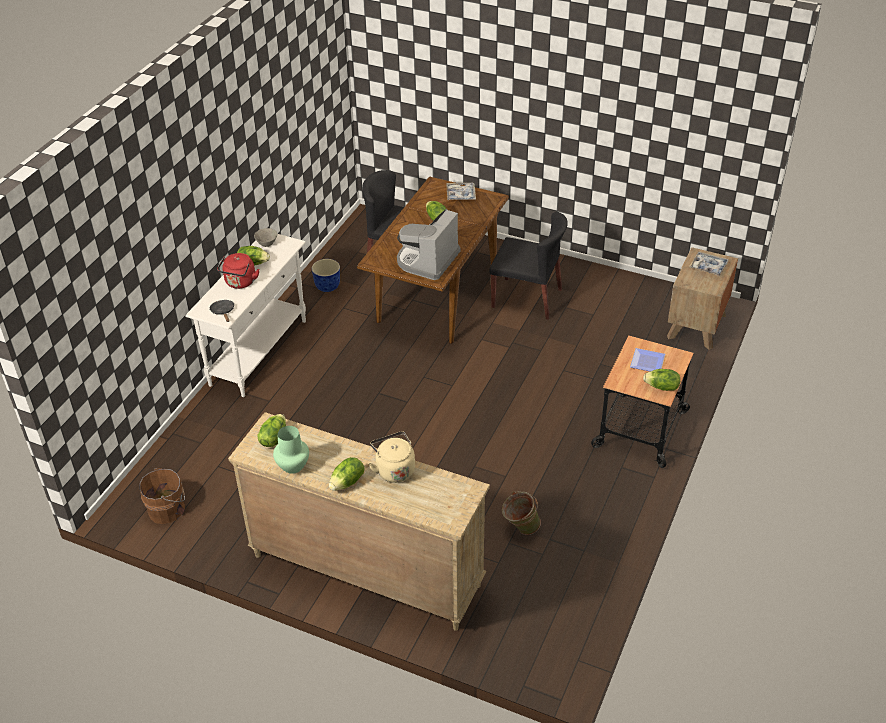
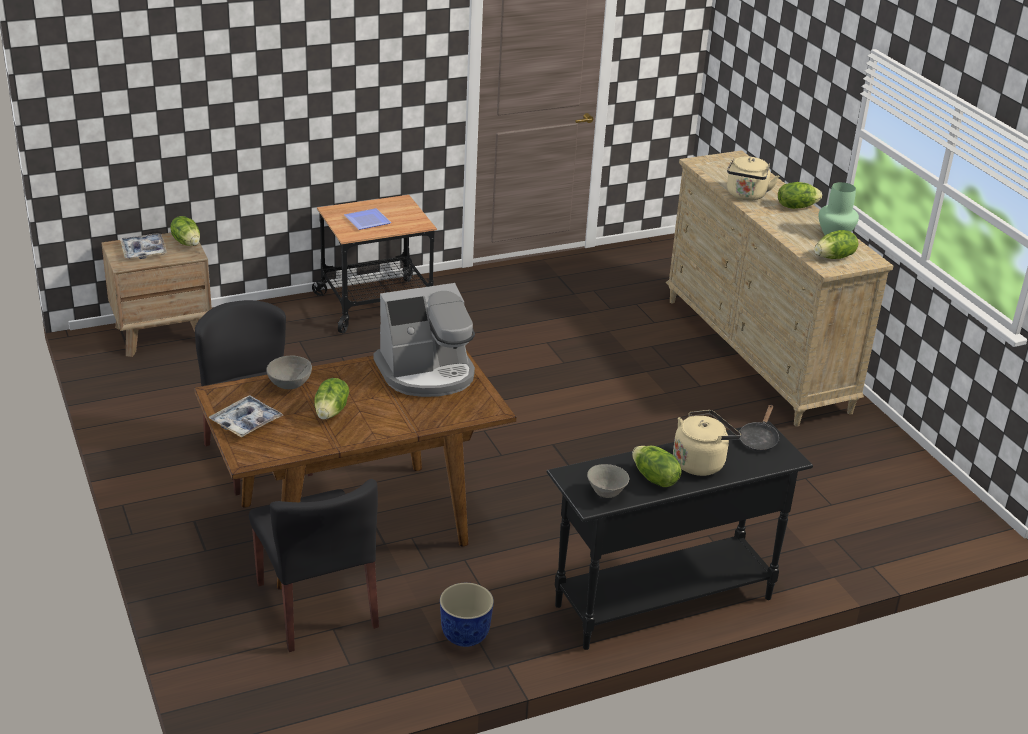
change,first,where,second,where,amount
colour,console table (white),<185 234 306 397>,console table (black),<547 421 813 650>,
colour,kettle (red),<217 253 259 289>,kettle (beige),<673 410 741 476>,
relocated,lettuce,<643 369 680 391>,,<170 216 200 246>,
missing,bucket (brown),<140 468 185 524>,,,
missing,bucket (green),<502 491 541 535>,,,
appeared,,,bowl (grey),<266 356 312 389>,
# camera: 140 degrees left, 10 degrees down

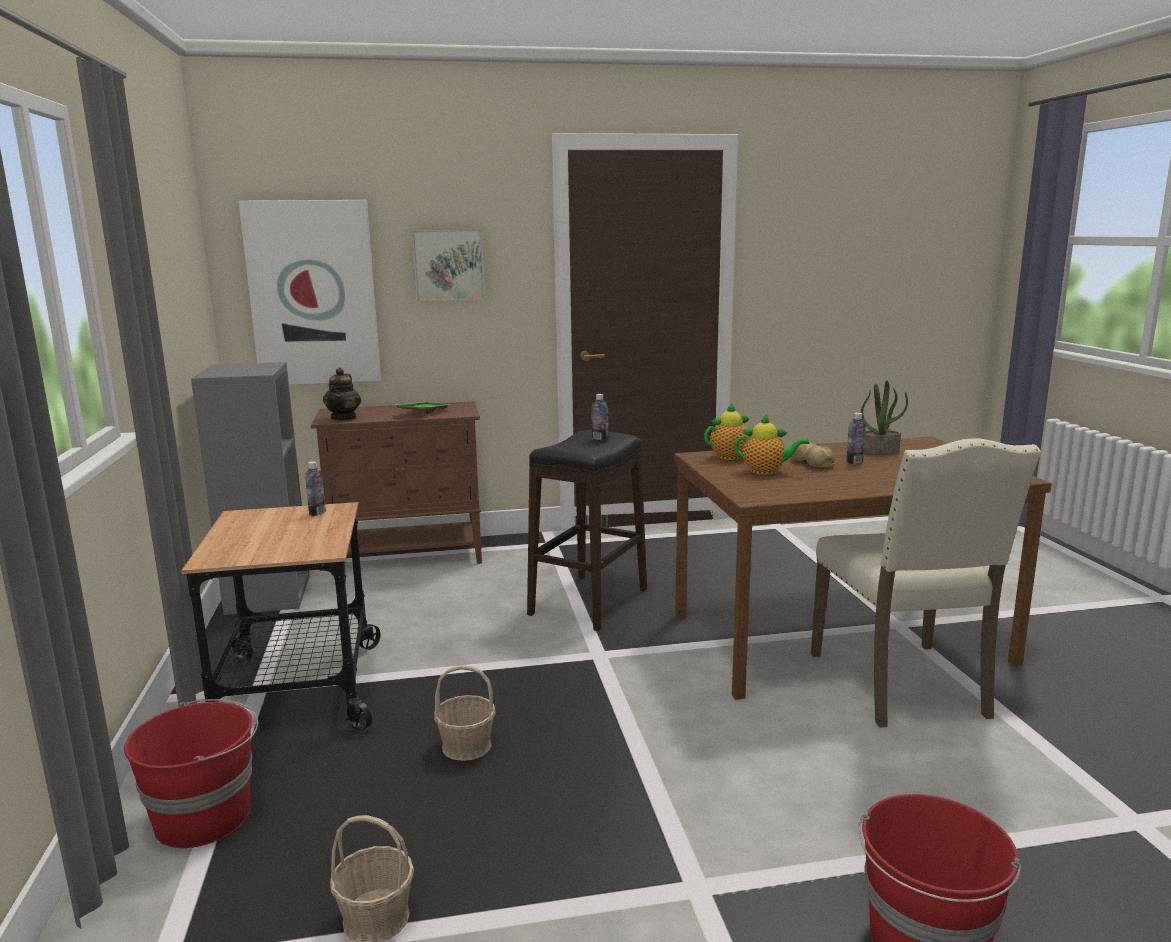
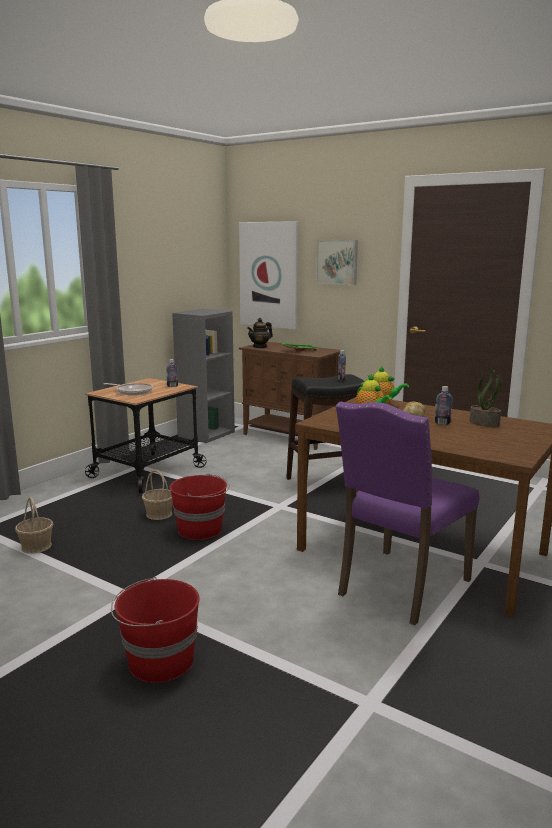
change,first,where,second,where,amount
colour,chair (beige),<811 438 1041 728>,chair (purple),<336 401 479 625>,
relocated,bucket (red),<124 699 258 848>,,<170 473 230 540>,
appeared,,,frying pan,<103 383 153 395>,
# camera: 45 degrees right, 0 degrees up

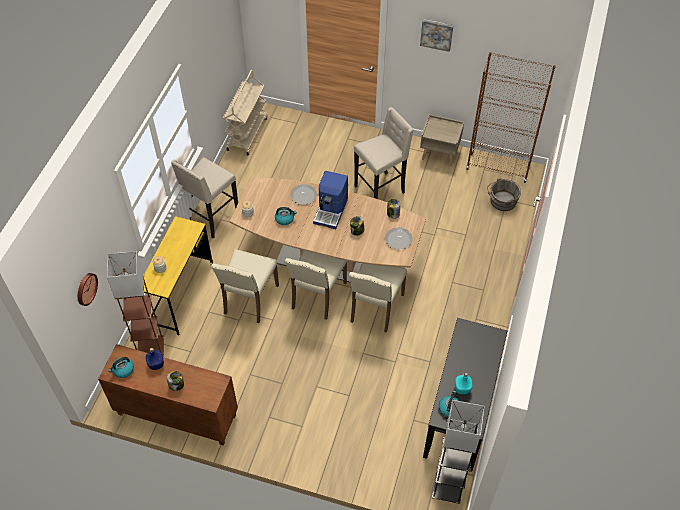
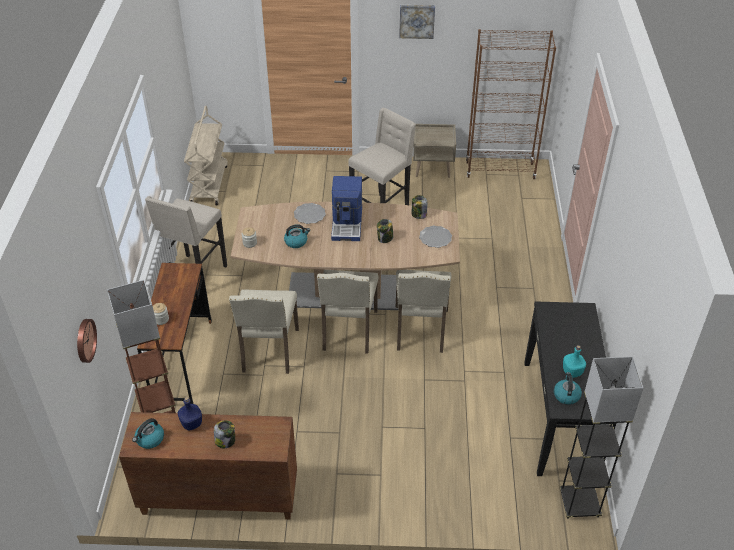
change,first,where,second,where,amount
missing,bucket (grey),<487 178 521 211>,,,
colour,desk (yellow),<144 216 213 335>,desk (brown),<137 263 212 404>,
# camera: 15 degrees left, 10 degrees down

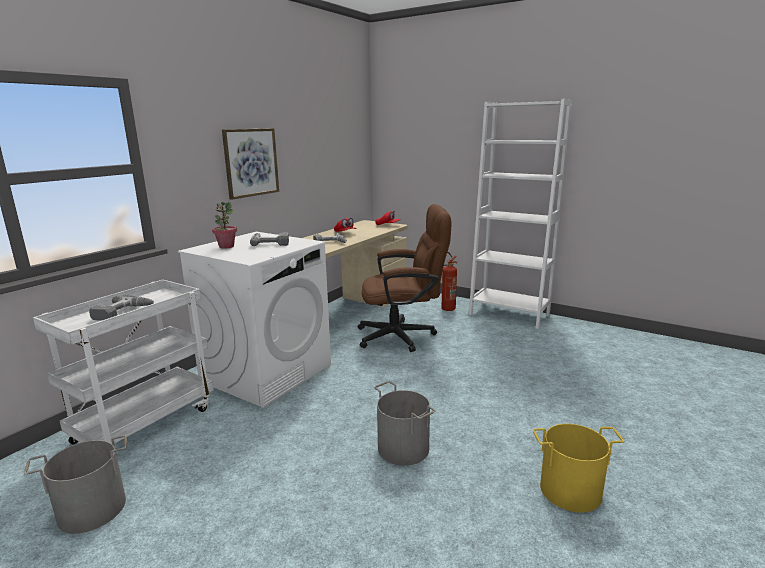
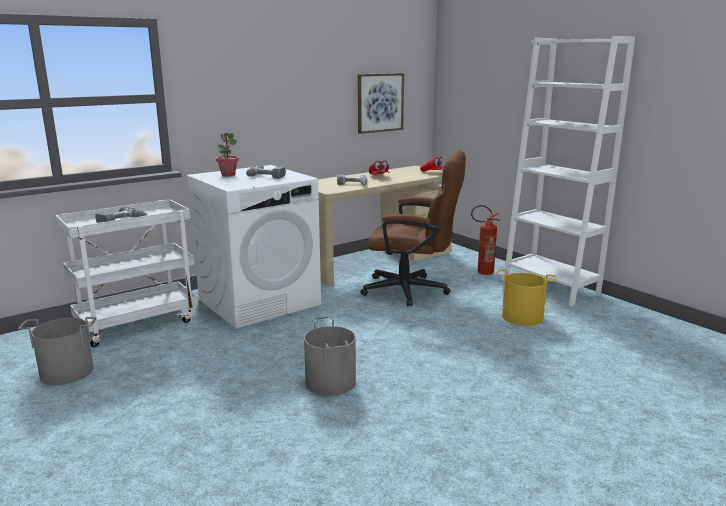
change,first,where,second,where,amount
relocated,picture,<222 128 279 200>,,<358 73 404 134>,
relocated,bucket (yellow),<533 424 624 513>,,<496 269 556 326>,
# camera: 20 degrees right, 0 degrees up

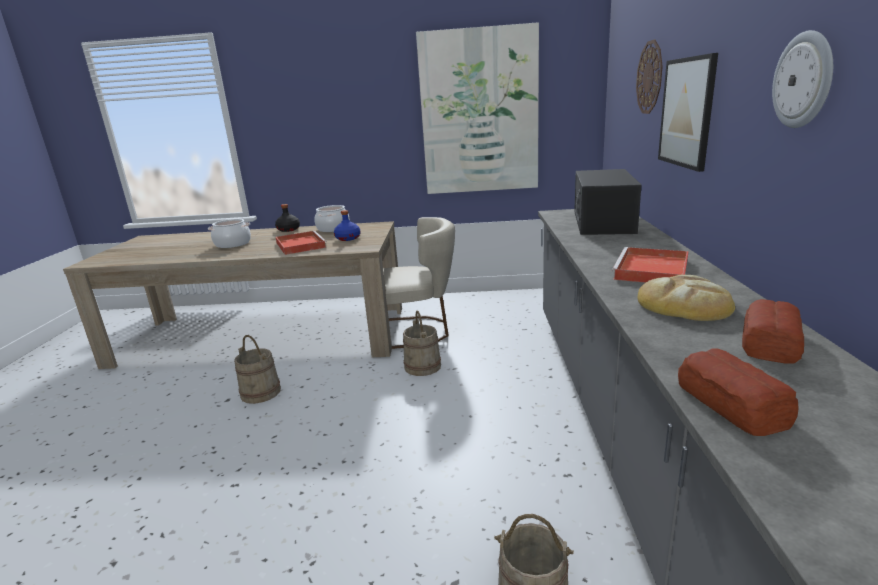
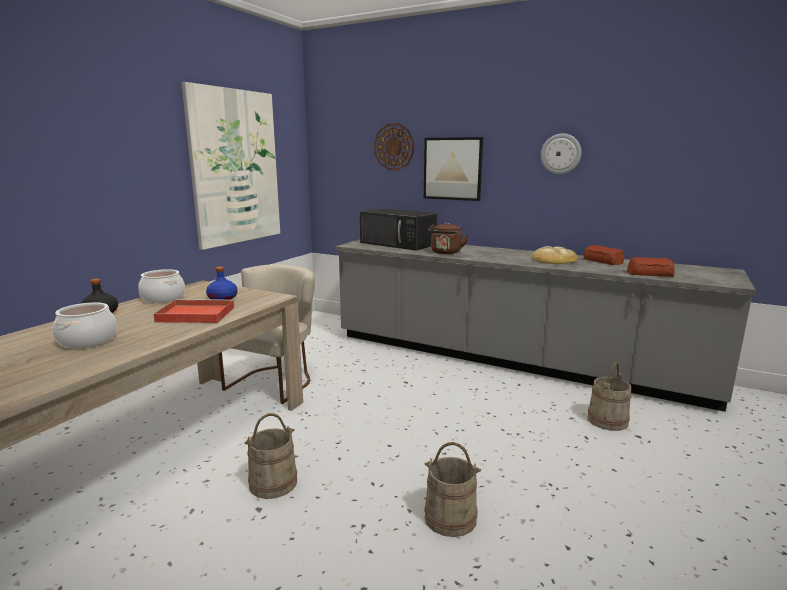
change,first,where,second,where,amount
missing,tray (red),<611 247 689 283>,,,
relocated,bucket (beige),<403 310 441 376>,,<424 442 481 537>,
appeared,,,kettle (brown),<428 222 469 254>,
# camera: 65 degrees left, 5 degrees down

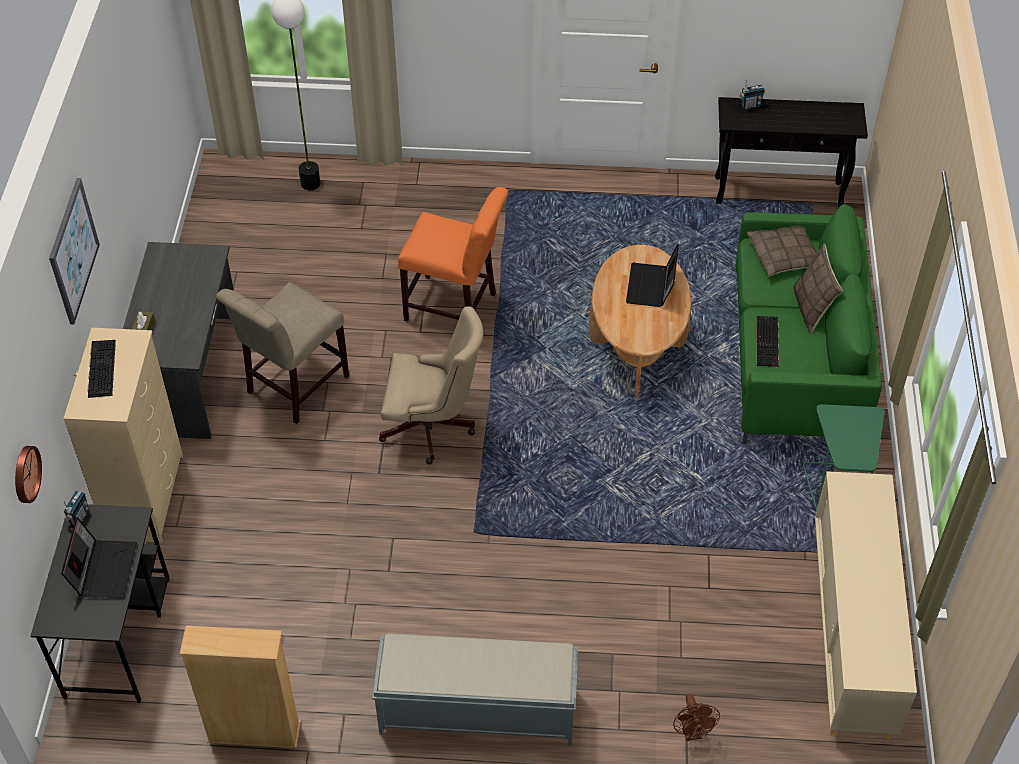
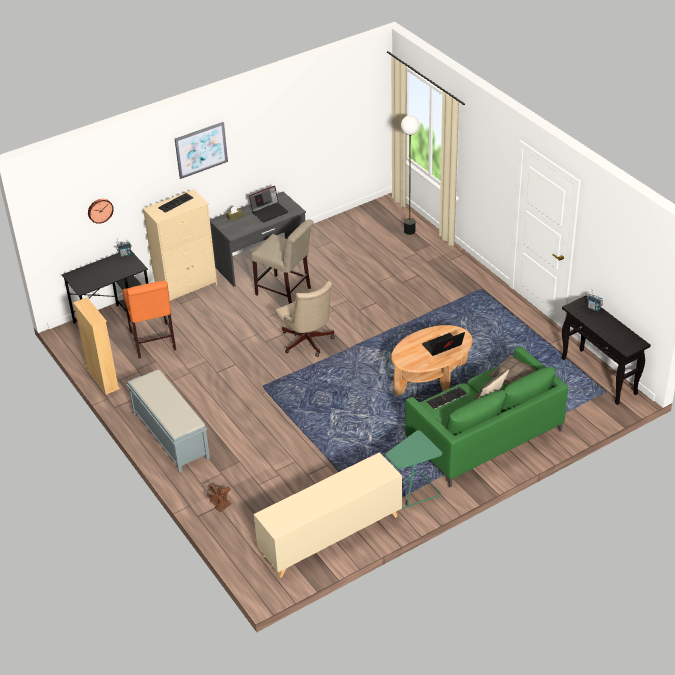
change,first,where,second,where,amount
relocated,chair (orange),<398 187 508 322>,,<122 281 176 358>,
spun,chair (beige),<216 282 349 424>,,<251 219 313 304>,150 degrees counterclockwise
relocated,laptop,<61 517 137 598>,,<249 186 288 223>,
# camera: 55 degrees right, 10 degrees down

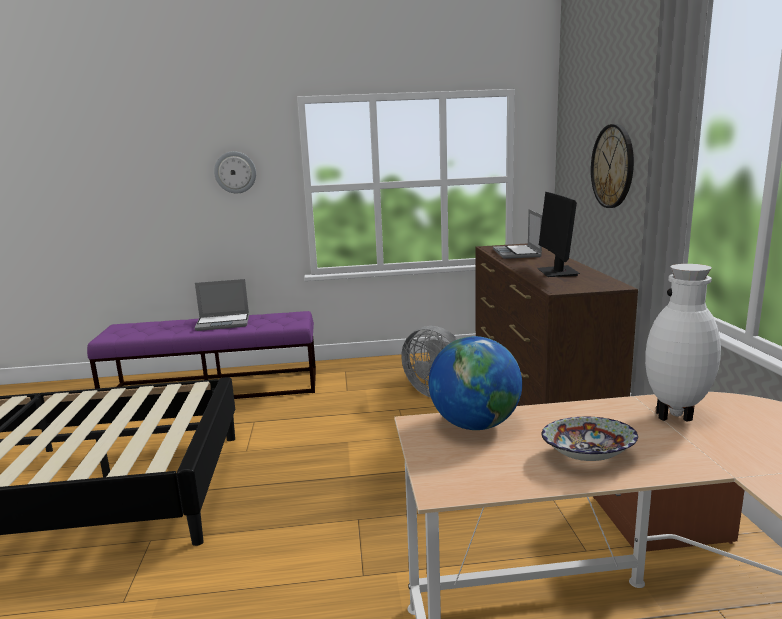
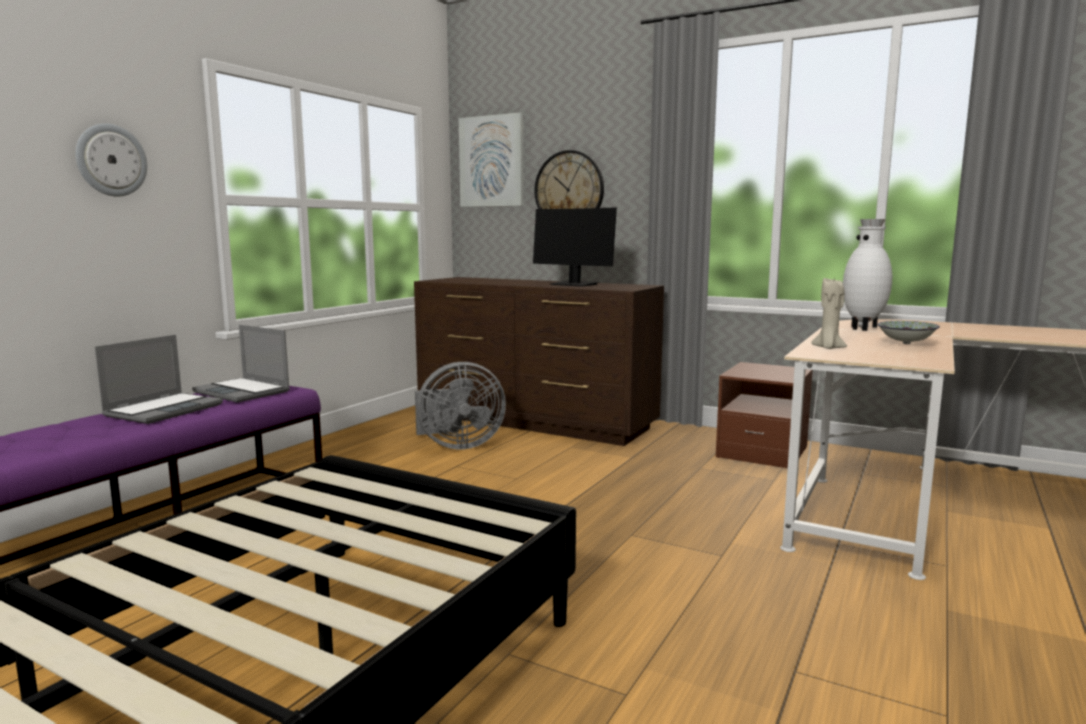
change,first,where,second,where,amount
relocated,laptop,<493 209 542 259>,,<192 325 290 403>,
exchanged,globe,<429 336 522 430>,candle (beige),<811 278 847 349>,
appeared,,,picture,<459 112 524 207>,
# camera: 55 degrees left, 5 degrees down

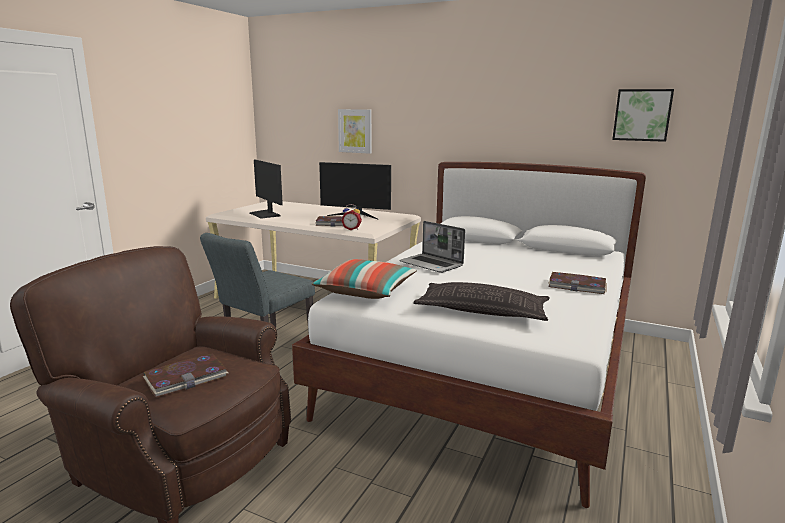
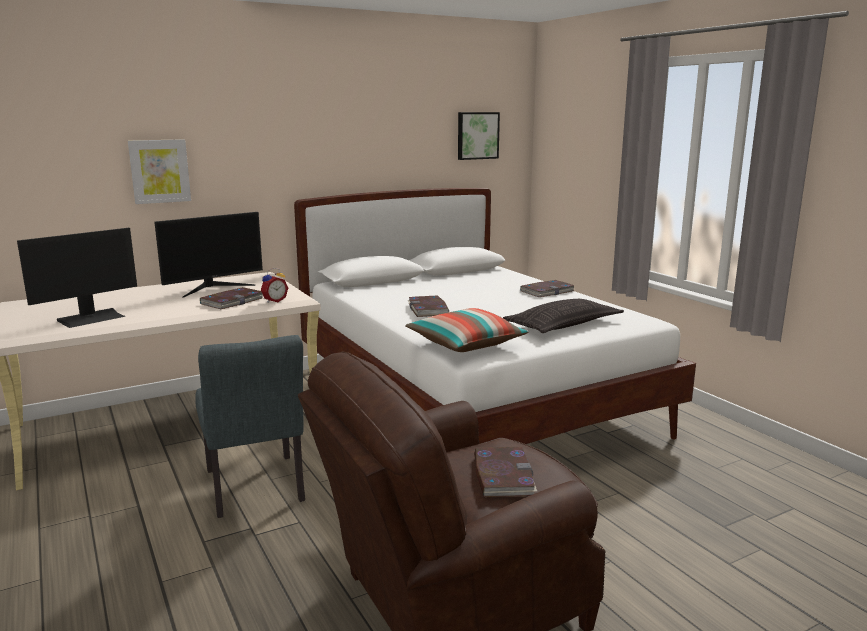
change,first,where,second,where,amount
spun,monitor,<250 159 283 219>,,<17 228 137 328>,45 degrees counterclockwise
exchanged,laptop,<400 221 465 273>,book,<408 295 449 317>,
# camera: 55 degrees left, 0 degrees up

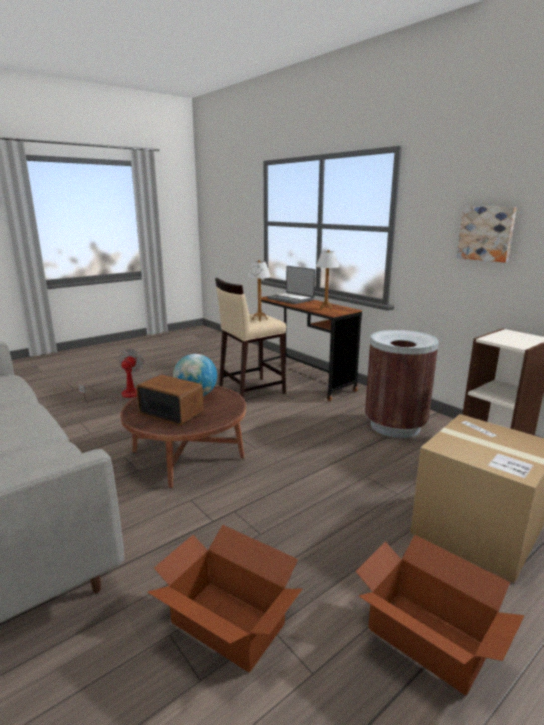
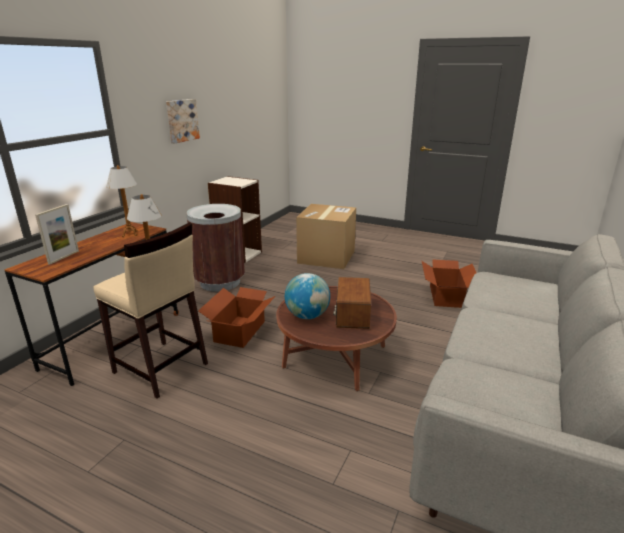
change,first,where,second,where,amount
exchanged,laptop,<267 266 316 304>,picture frame,<35 204 79 265>,
missing,fan,<78 349 144 402>,,,
relocated,cardboard box,<355 535 524 696>,,<198 287 275 348>,
# camera: 115 degrees left, 5 degrees up

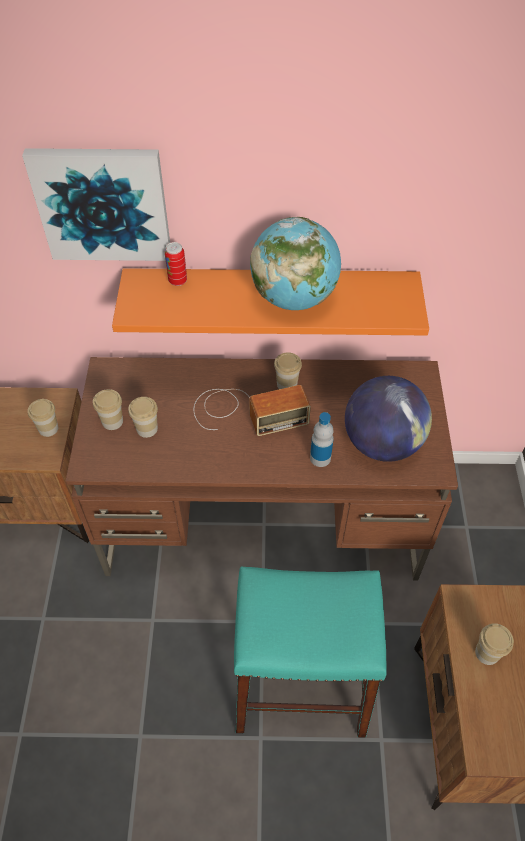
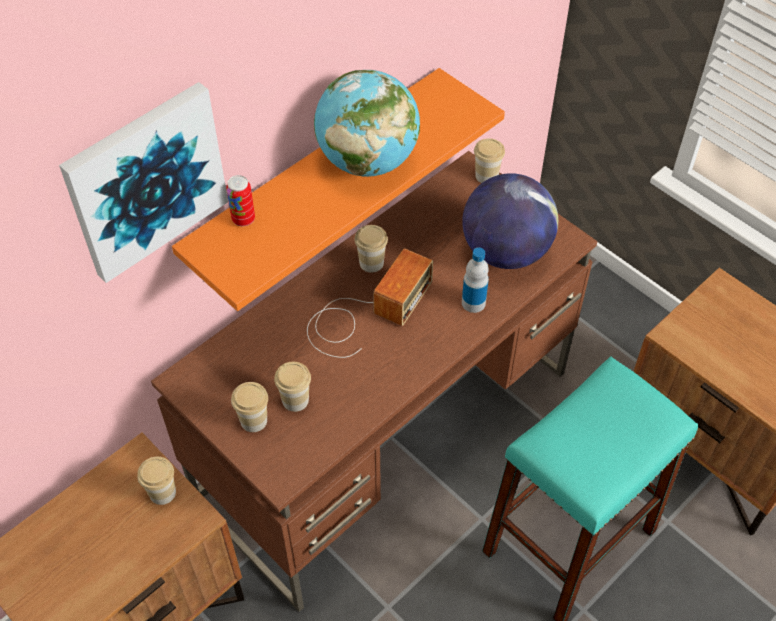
change,first,where,second,where,amount
relocated,cup,<475 623 514 665>,,<474 138 505 183>,
# camera: 45 degrees left, 0 degrees up

